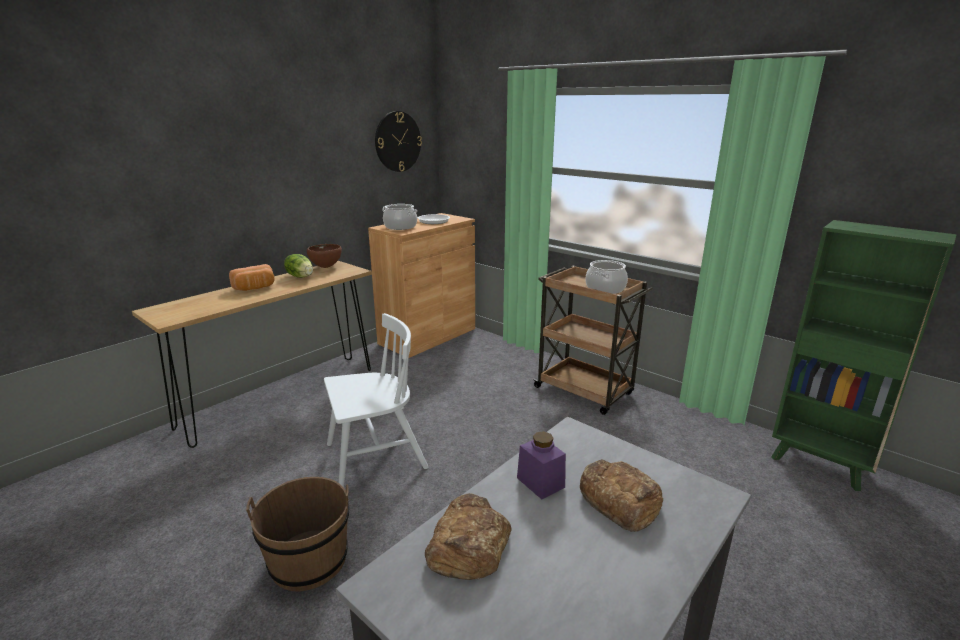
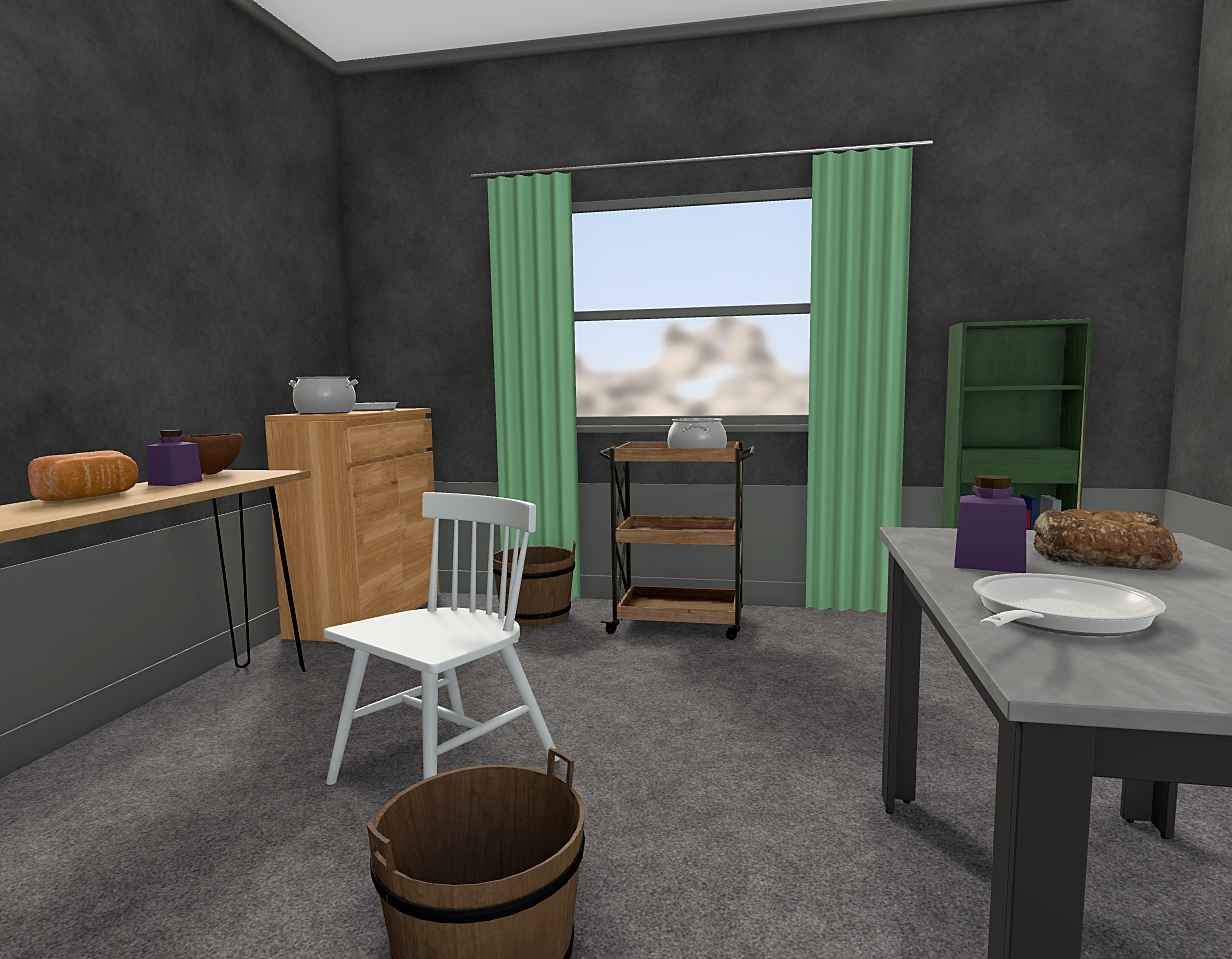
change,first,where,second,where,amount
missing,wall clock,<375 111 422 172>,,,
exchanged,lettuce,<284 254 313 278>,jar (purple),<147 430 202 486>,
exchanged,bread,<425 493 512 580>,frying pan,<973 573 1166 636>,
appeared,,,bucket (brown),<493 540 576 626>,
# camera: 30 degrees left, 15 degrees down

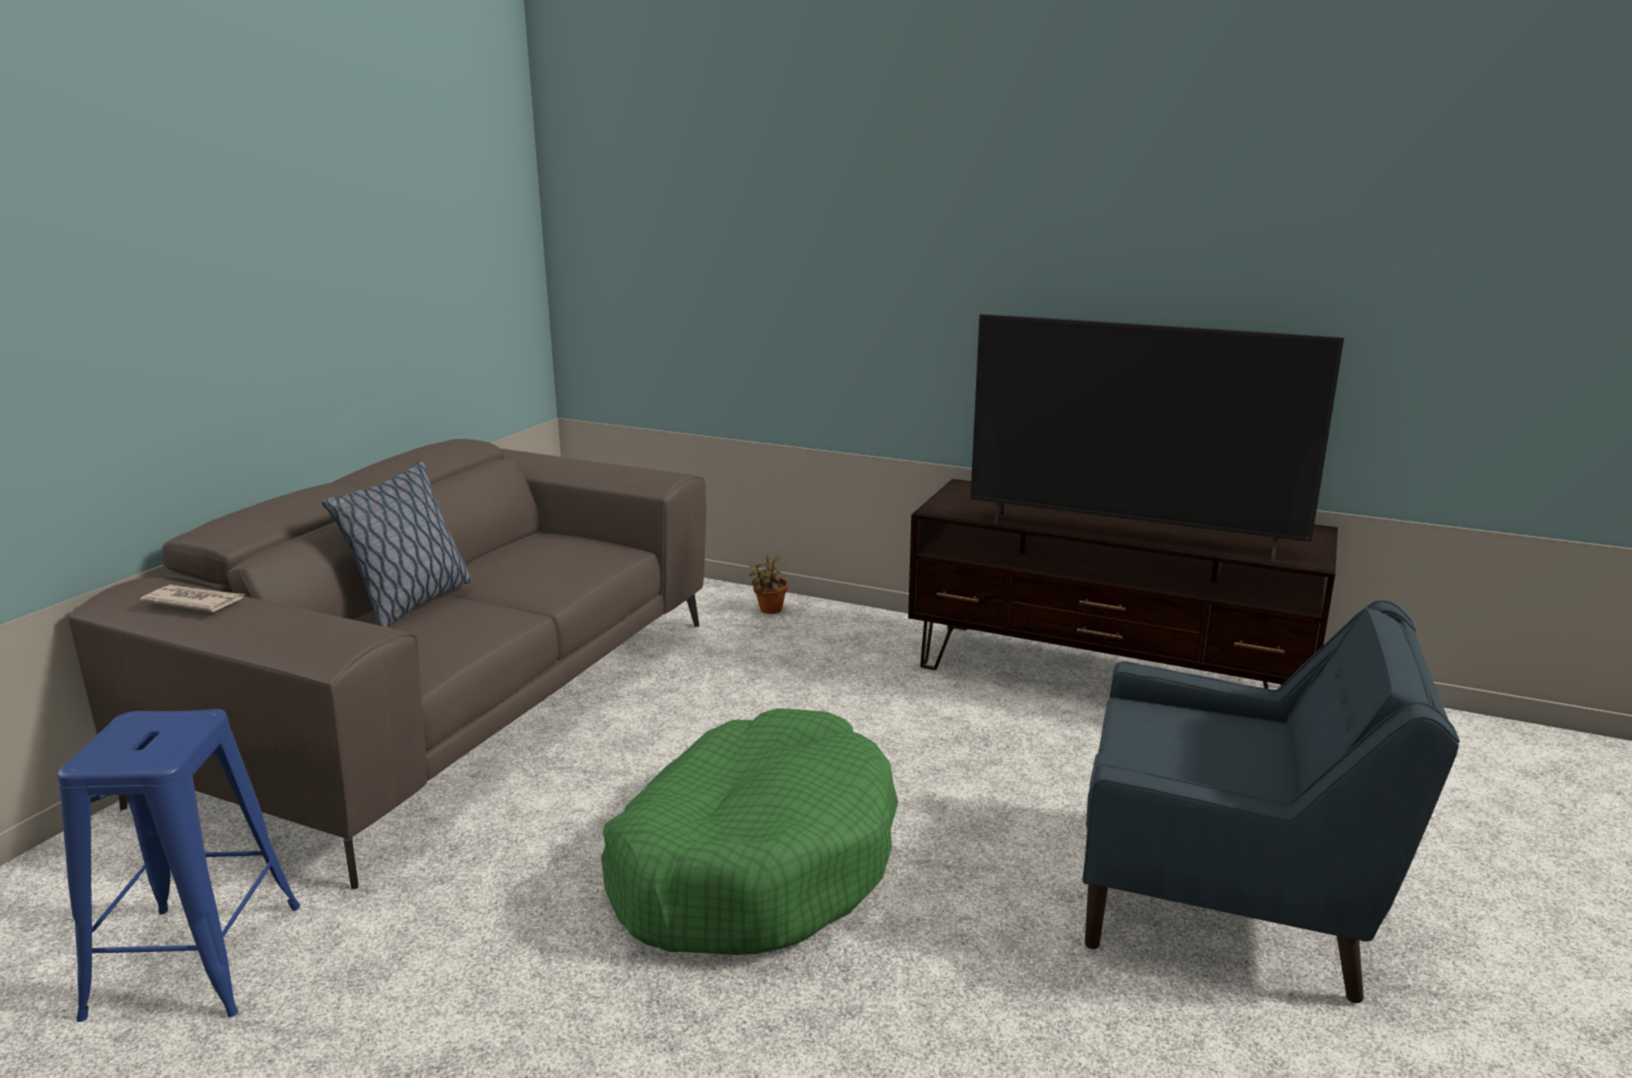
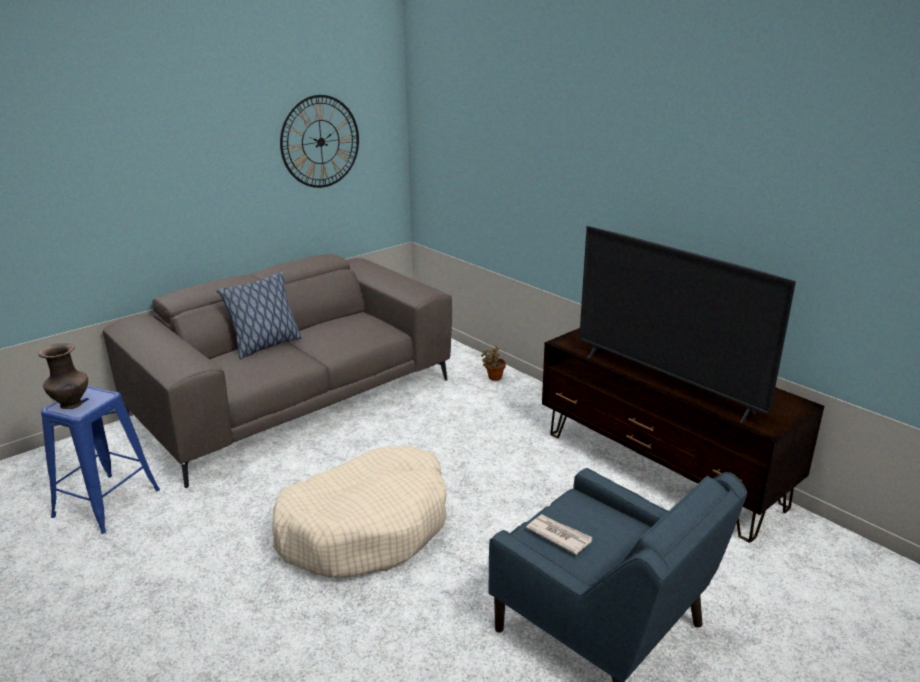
change,first,where,second,where,amount
relocated,newspaper,<140 585 245 612>,,<526 514 593 555>,
colour,dog bed (green),<601 708 898 955>,dog bed (beige),<272 446 447 578>,
appeared,,,wall clock,<280 95 359 188>,
appeared,,,vase (brown),<39 343 88 409>,
# camera: 25 degrees right, 5 degrees up

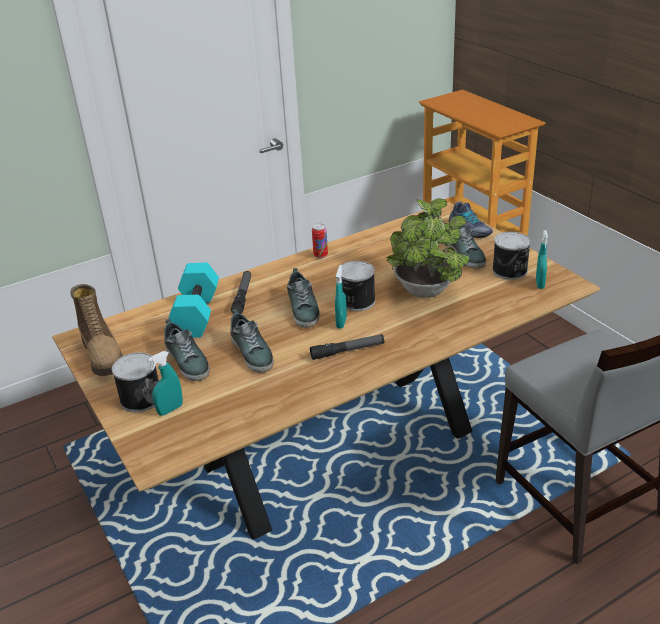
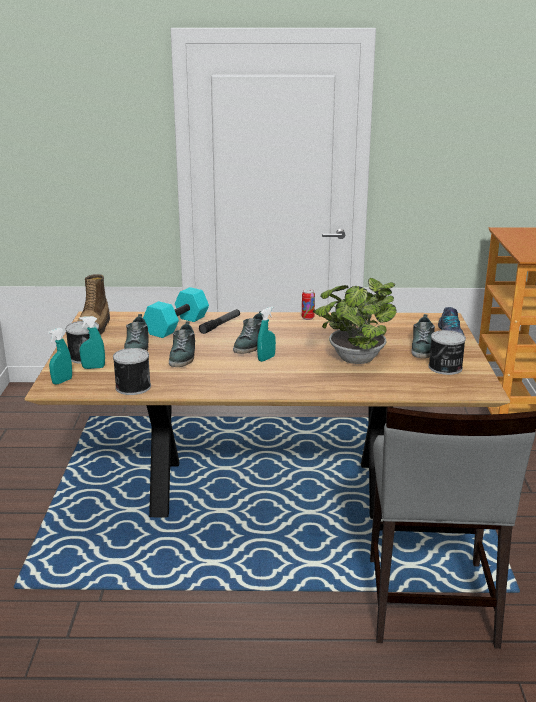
change,first,where,second,where,amount
relocated,spray bottle (turquoise),<536 230 548 289>,,<48 328 72 385>,
relocated,can,<341 261 375 311>,,<113 348 151 395>,
missing,flashlight,<310 334 384 360>,,,
# camera: 30 degrees right, 10 degrees down

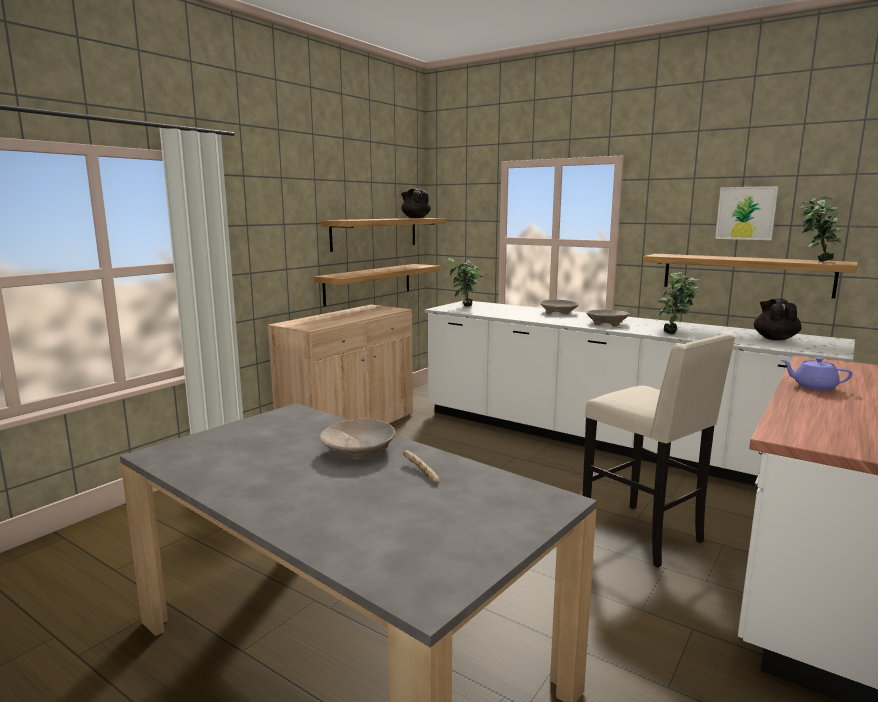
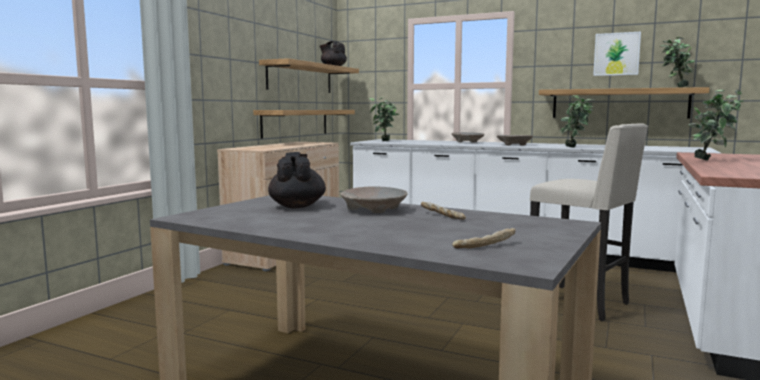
change,first,where,second,where,amount
relocated,teapot (black),<754 299 802 340>,,<268 152 326 208>,
exchanged,teapot (purple),<781 357 852 390>,potted plant,<689 89 744 161>,
appeared,,,bread,<452 228 516 248>,
# camera: 10 degrees left, 5 degrees down

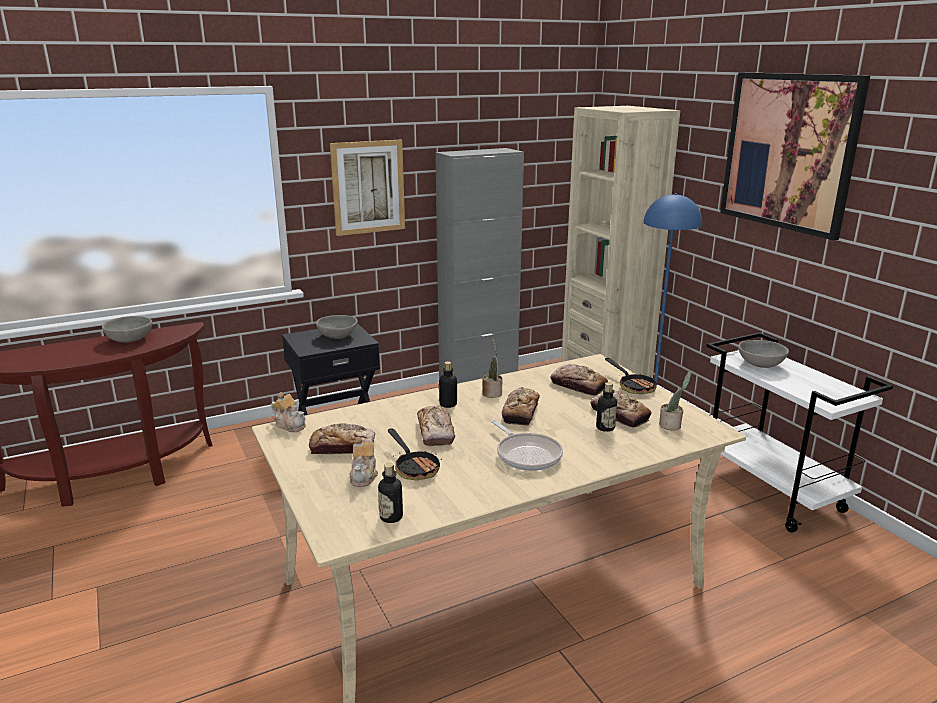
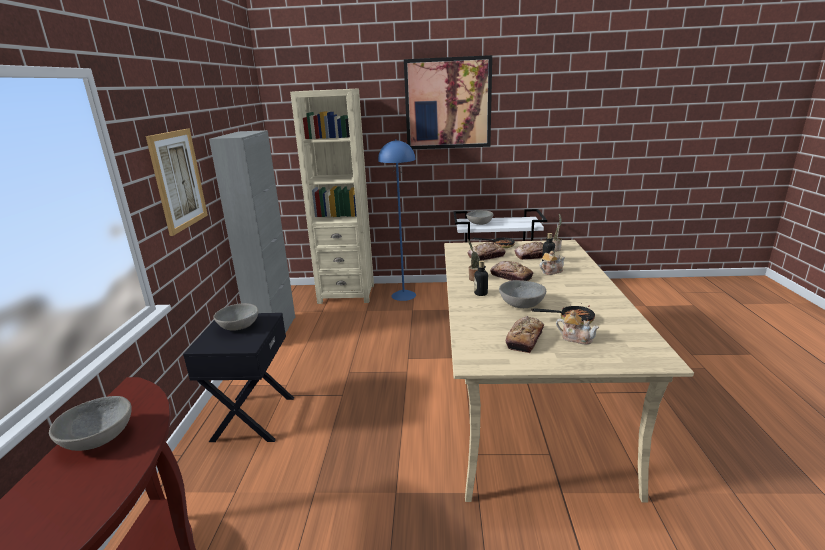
change,first,where,second,where,amount
relocated,teapot,<271 392 306 432>,,<540 251 565 275>,
exchanged,bread,<417 406 455 446>,bowl (grey),<499 280 546 308>,
missing,frying pan,<491 420 563 471>,,,
missing,bottle,<378 463 403 523>,,,
# camera: 60 degrees left, 0 degrees up

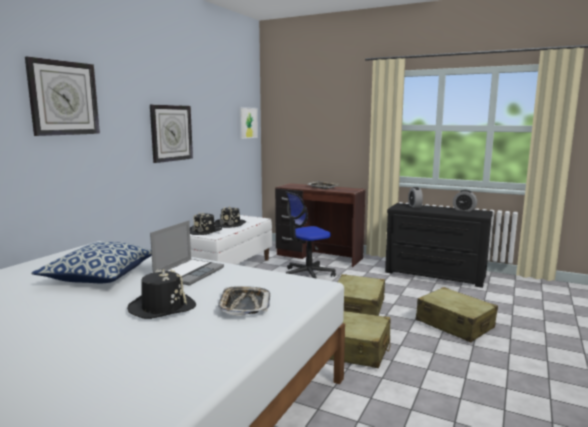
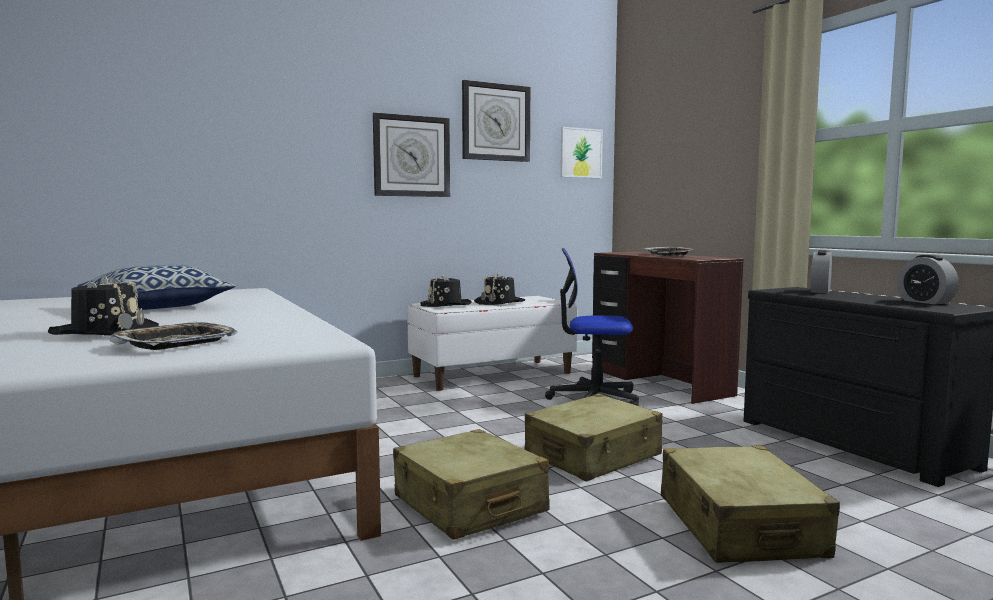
change,first,where,second,where,amount
relocated,wall clock,<25 56 100 136>,,<462 80 530 162>,
missing,laptop,<150 220 224 286>,,,
# camera: 35 degrees right, 5 degrees down

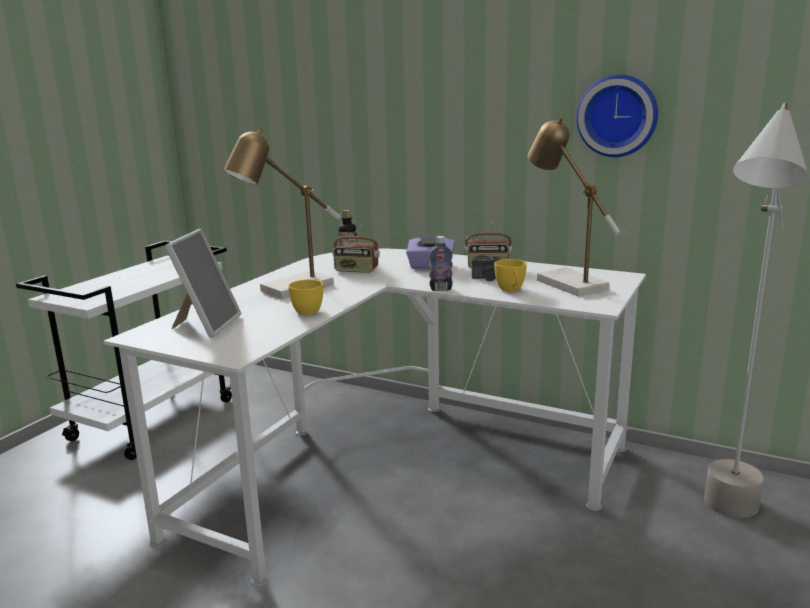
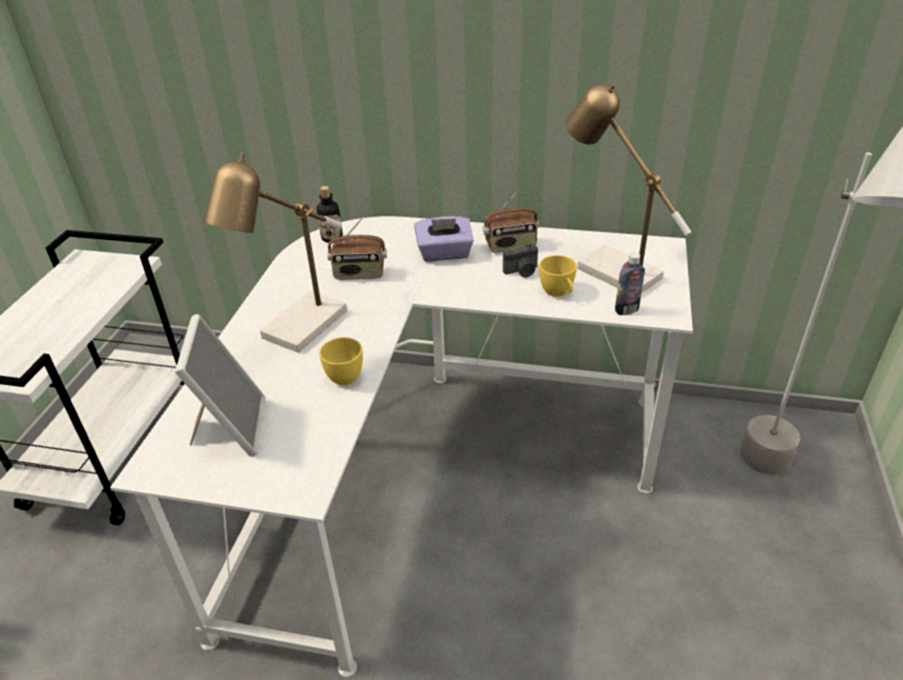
change,first,where,second,where,amount
missing,wall clock,<576 75 658 157>,,,
relocated,bottle,<429 236 453 291>,,<615 253 645 315>,
# camera: 15 degrees left, 20 degrees up

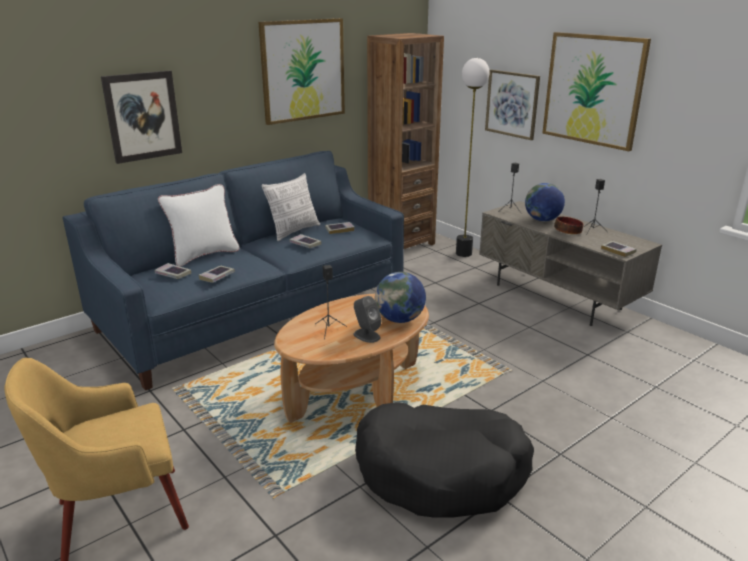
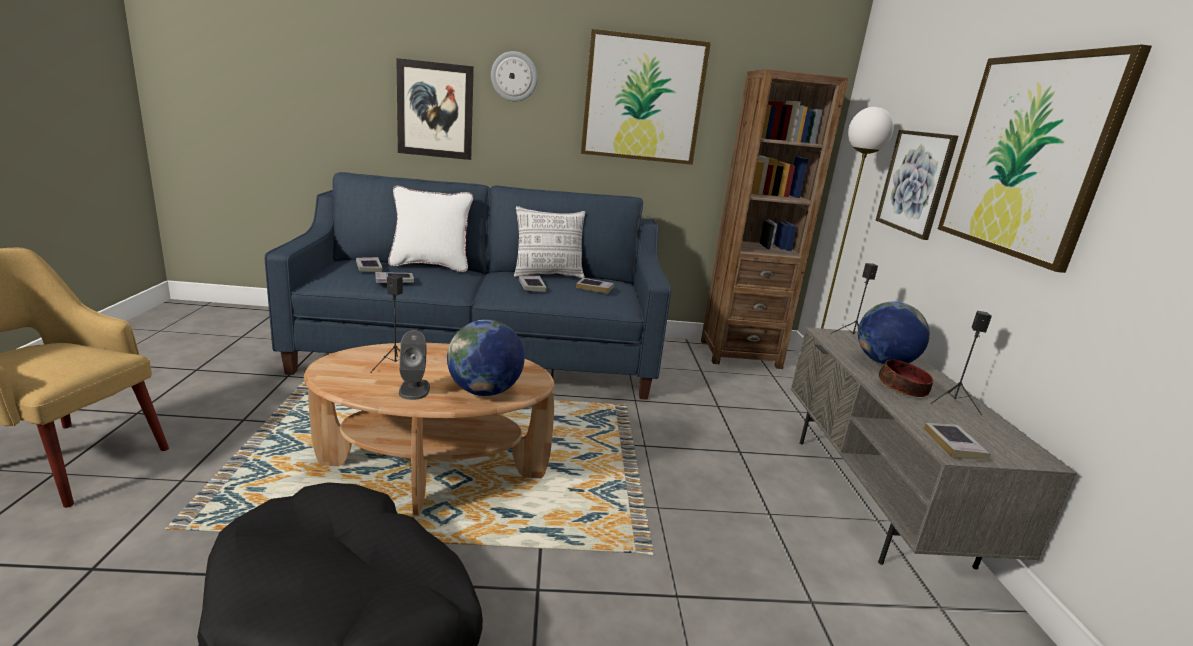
change,first,where,second,where,amount
appeared,,,wall clock,<491 51 538 101>,
# camera: 35 degrees right, 5 degrees down

